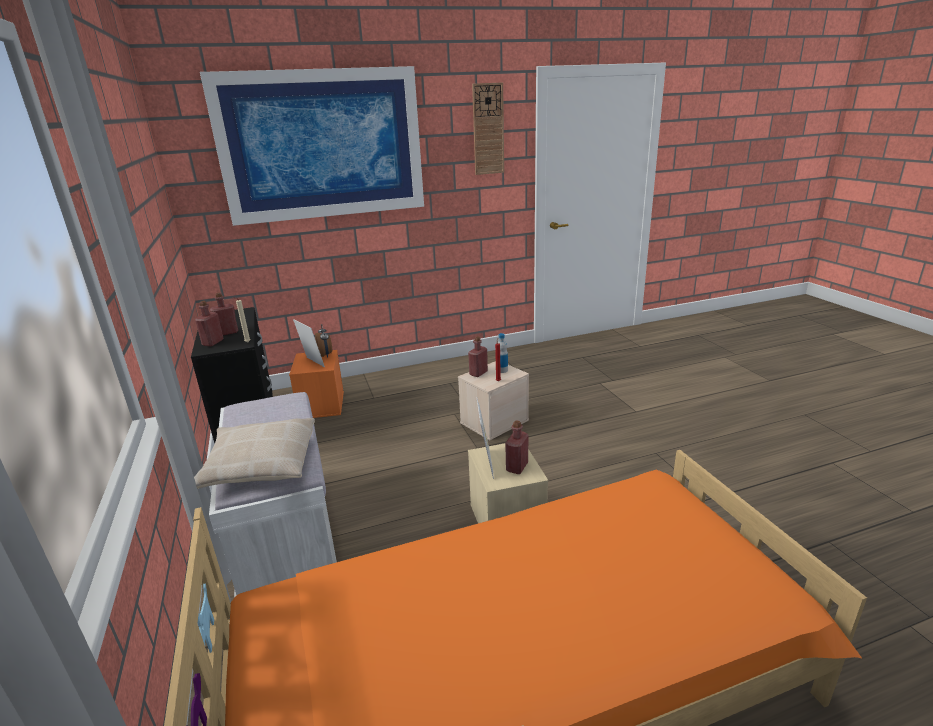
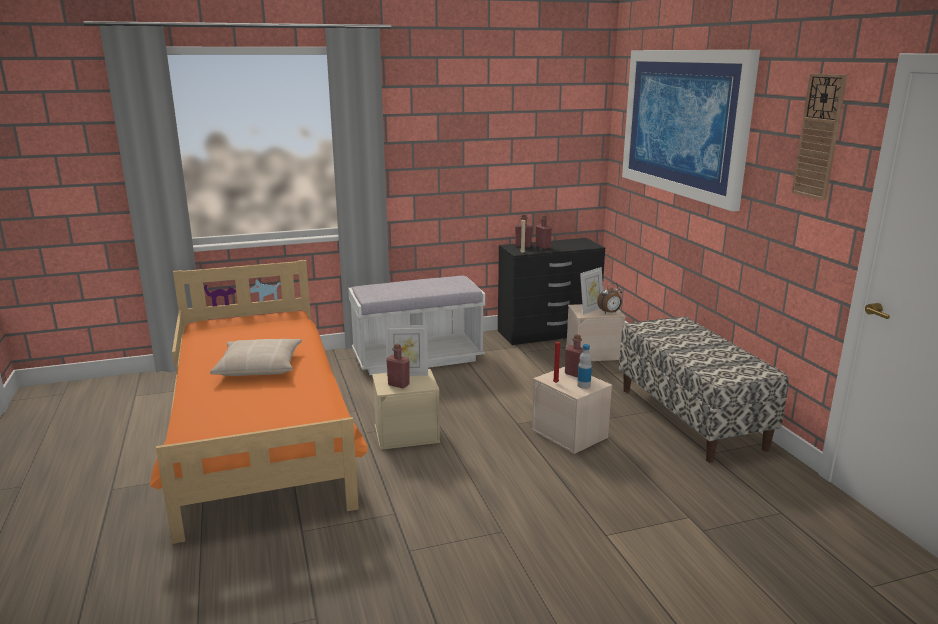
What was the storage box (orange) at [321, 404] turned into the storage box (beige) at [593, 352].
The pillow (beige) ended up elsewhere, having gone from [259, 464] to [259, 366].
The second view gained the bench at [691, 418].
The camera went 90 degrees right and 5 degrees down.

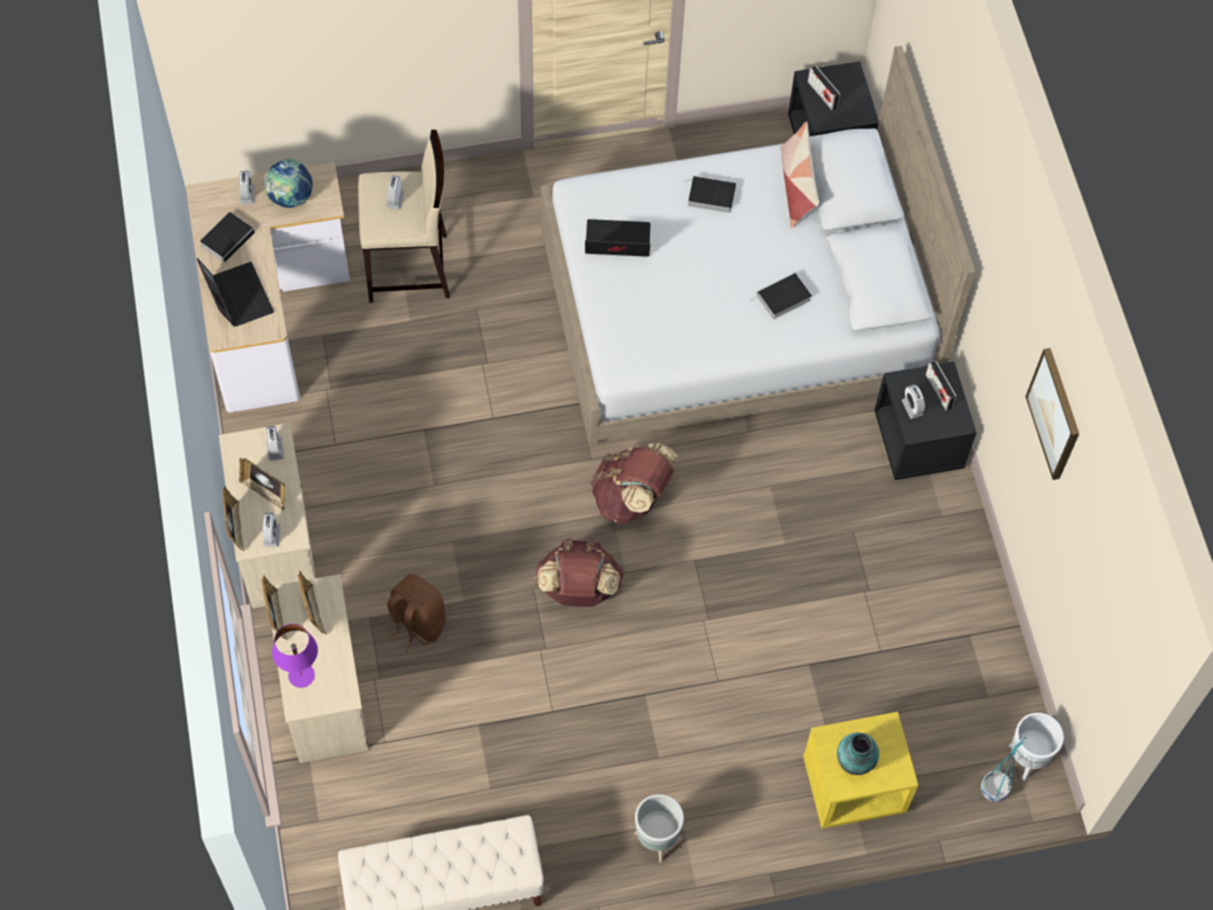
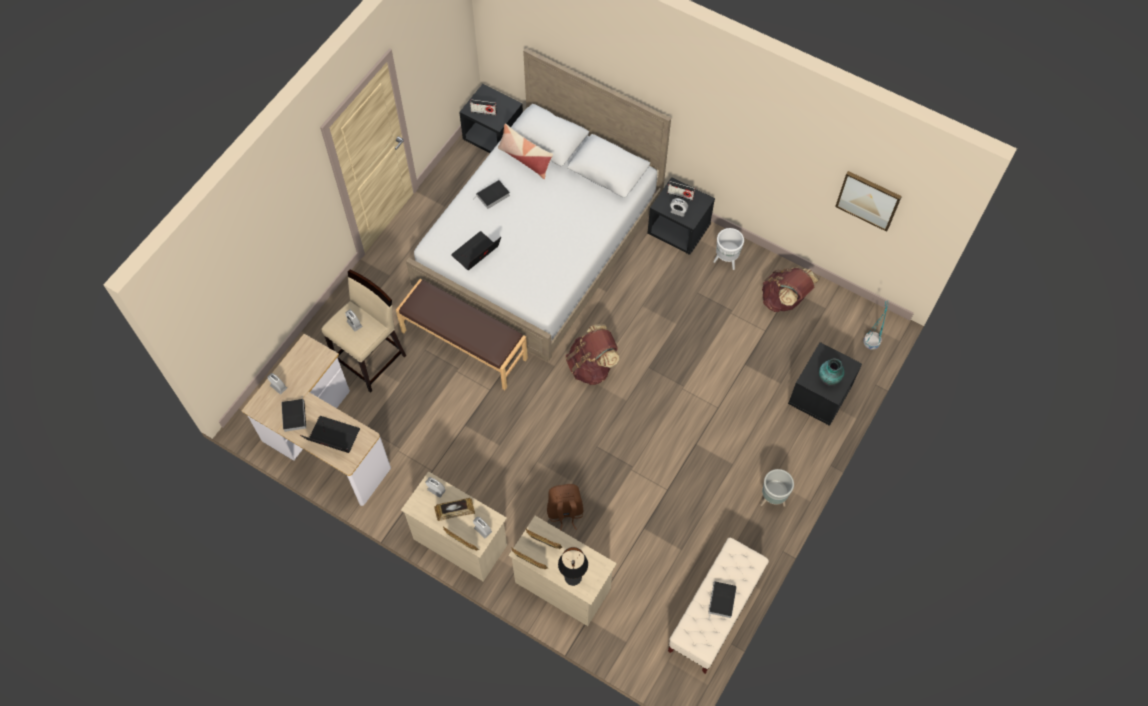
The second view lost the globe at [290, 198].
The book ended up elsewhere, having gone from [782, 299] to [722, 601].
The picture ended up elsewhere, having gone from [1055, 413] to [868, 200].
The backpack (brown) ended up elsewhere, having gone from [578, 589] to [784, 300].
What was the table lamp (purple) at [301, 675] turned into the table lamp (black) at [572, 577].
What was the nightstand (yellow) at [853, 786] turned into the nightstand (black) at [819, 396].
The planter (white) ended up elsewhere, having gone from [1027, 760] to [726, 260].
The second view gained the bench (brown) at [464, 344].
The camera went 45 degrees left and 0 degrees up.

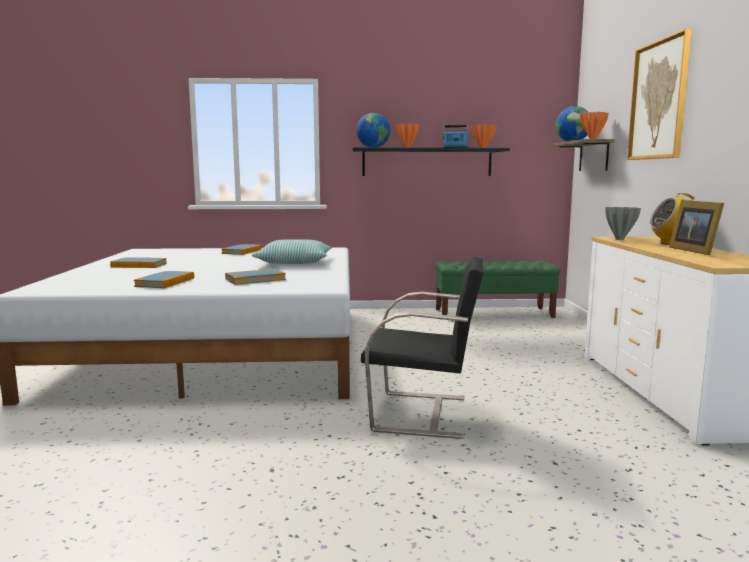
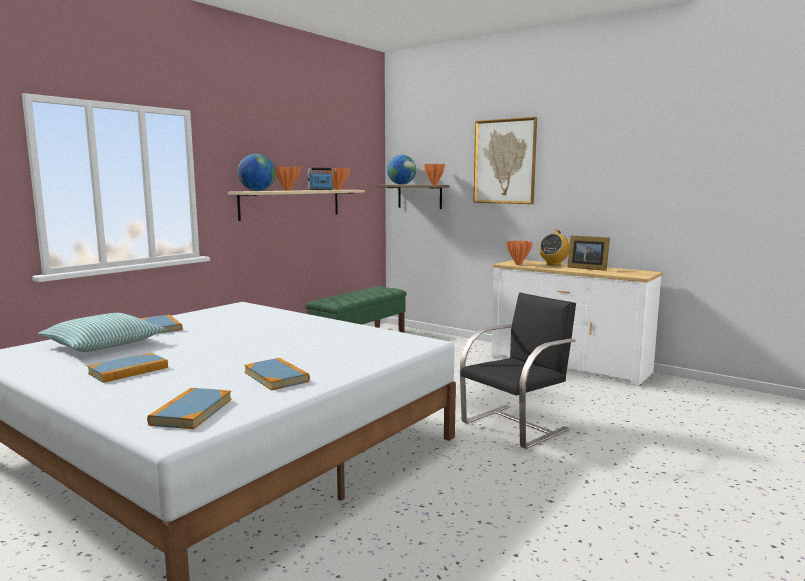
What was the shelf (black) at [427, 162] turned into the shelf (beige) at [291, 204].
What was the vase (grey) at [620, 239] turned into the vase (orange) at [518, 264].
The pillow ended up elsewhere, having gone from [294, 262] to [103, 344].
The book ended up elsewhere, having gone from [255, 279] to [191, 411].
The camera went 50 degrees left and 0 degrees up.

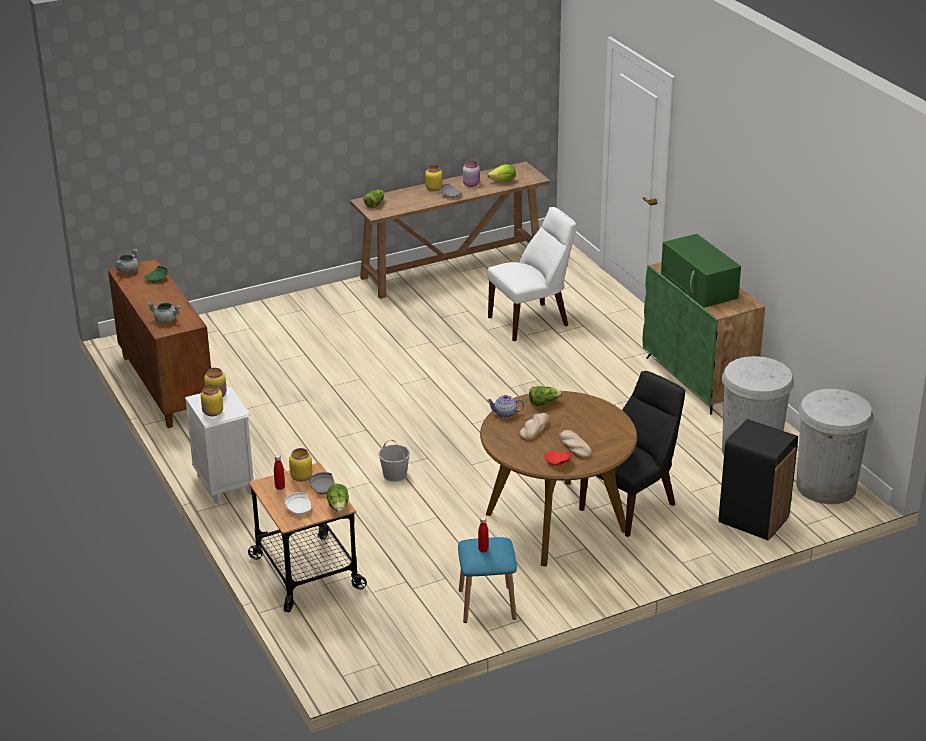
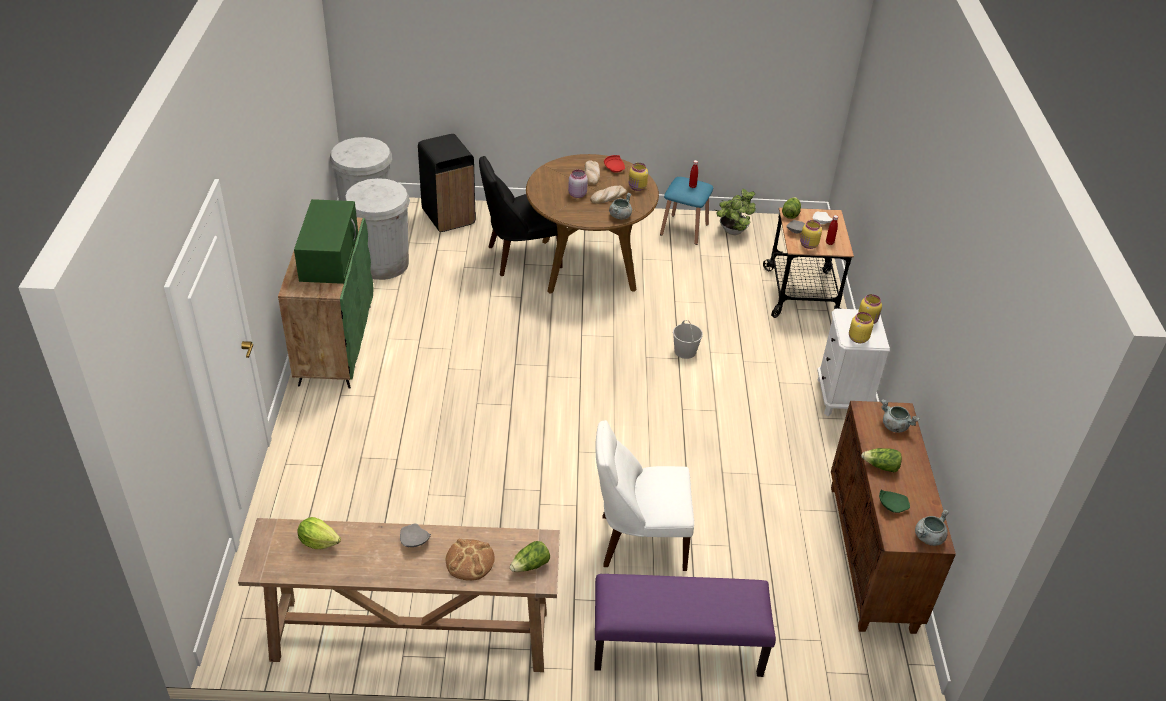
The jar (pink) ended up elsewhere, having gone from [471, 184] to [576, 194].
The jar (yellow) ended up elsewhere, having gone from [433, 188] to [637, 187].
The chair (white) ended up elsewhere, having gone from [532, 321] to [638, 541].
The lettuce ended up elsewhere, having gone from [543, 403] to [881, 466].
Where the teapot stood at [505, 414], the cooking pot (grey) came to stand at [620, 216].
The second view gained the potted plant at [731, 232].
The second view gained the bread at [470, 561].
The second view gained the bench (purple) at [676, 647].
The camera went 155 degrees left and 10 degrees up.

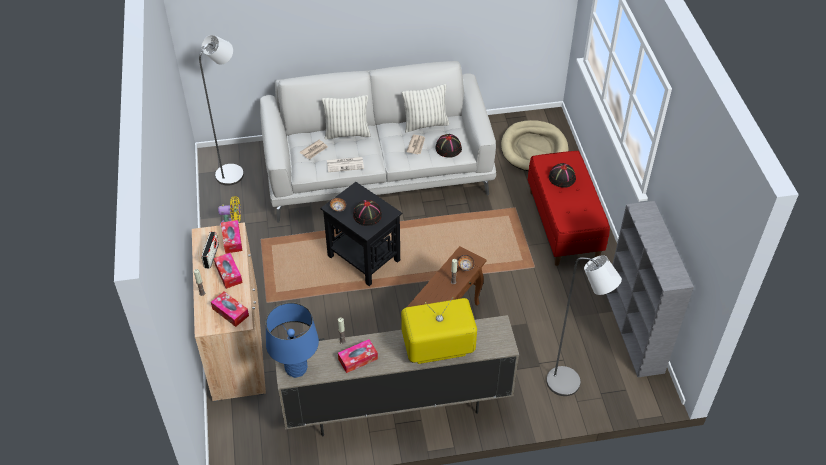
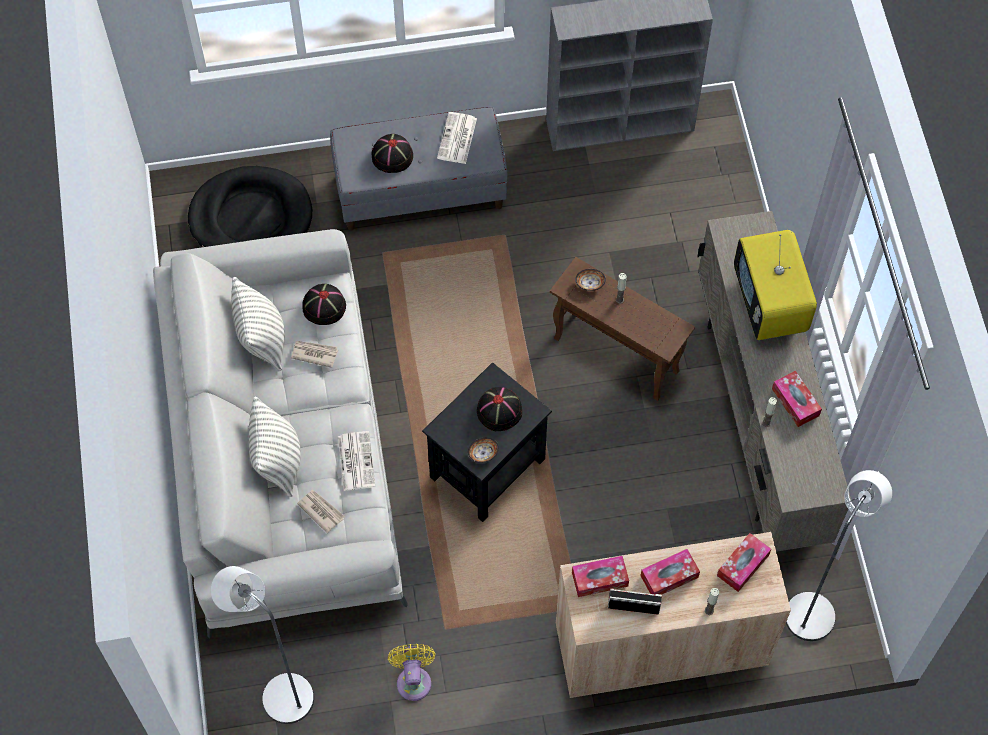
What was the dog bed (beige) at [534, 149] turned into the dog bed (black) at [251, 218].
What was the bench (red) at [564, 225] turned into the bench (grey) at [420, 190].
The floor lamp (grey) ended up elsewhere, having gone from [569, 385] to [814, 608].
The second view lost the table lamp (blue) at [296, 369].
The second view gained the newspaper at [457, 139].
The camera went 90 degrees left and 15 degrees up.

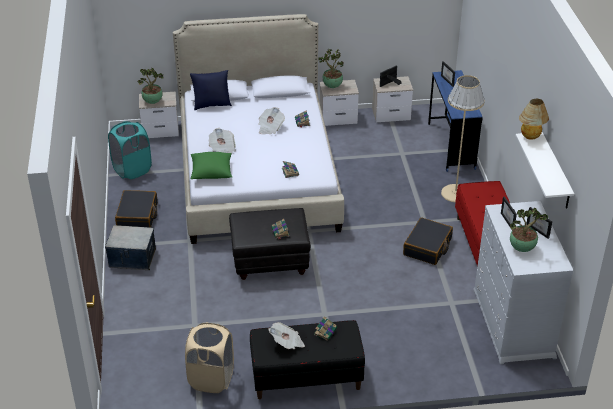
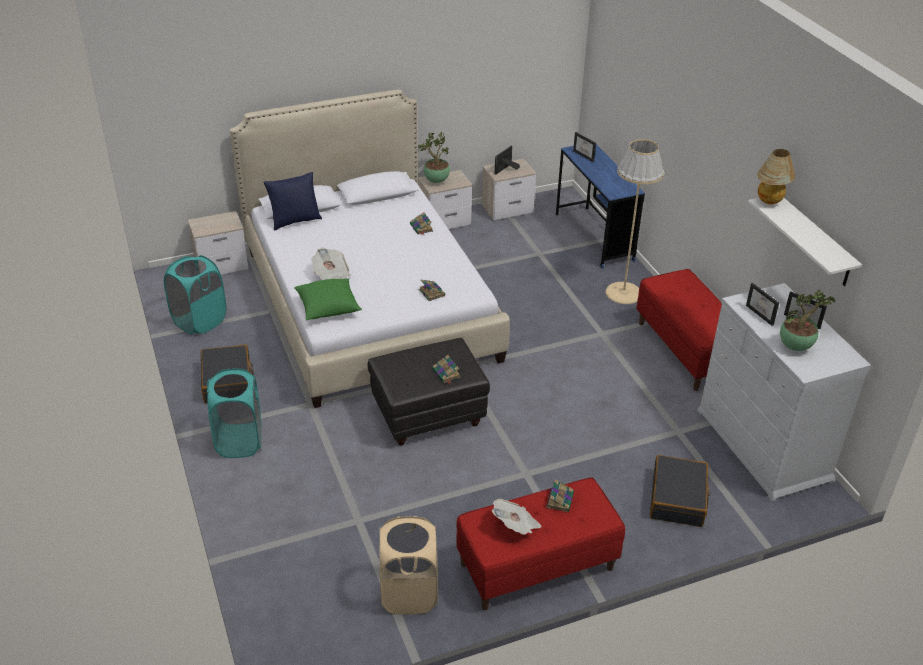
The second view lost the potted plant at [153, 102].
The second view lost the newspaper at [270, 128].
The suitcase (black) ended up elsewhere, having gone from [427, 247] to [678, 499].
Where the storage box stood at [132, 258], the laundry basket (turquoise) came to stand at [239, 441].
What was the bench (black) at [306, 378] turned into the bench (red) at [536, 567].
The camera went 15 degrees left and 0 degrees up.

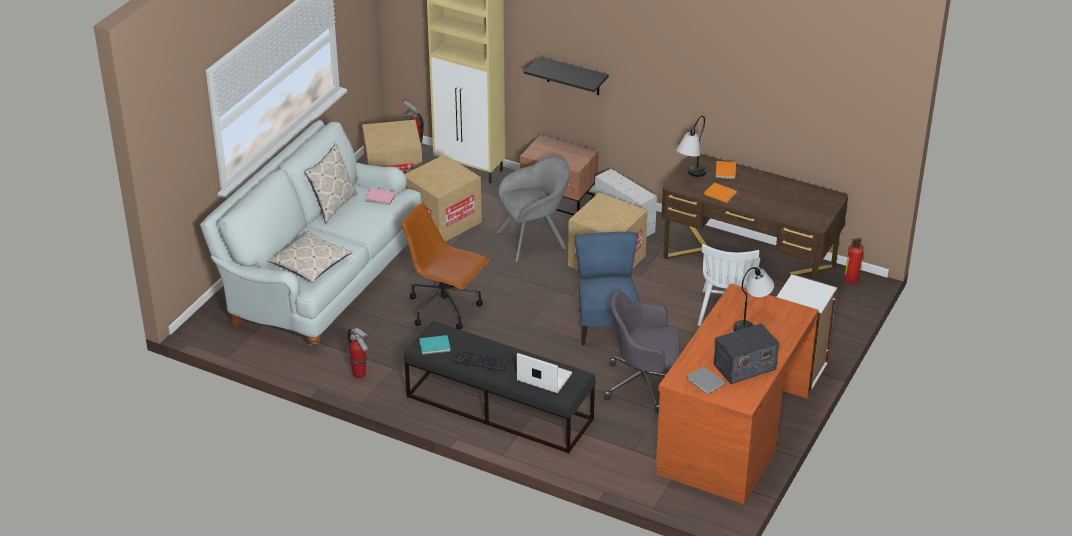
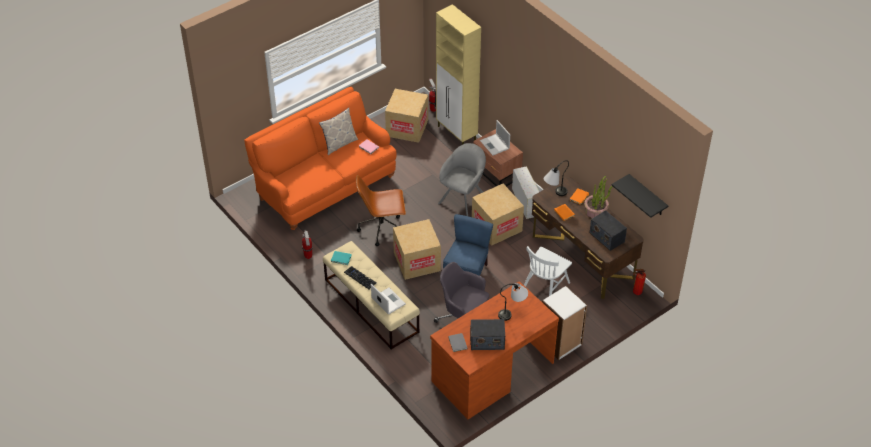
The shelf (black) ended up elsewhere, having gone from [573, 76] to [647, 196].
What was the sofa (white) at [320, 281] turned into the sofa (orange) at [324, 185].
The cardboard box ended up elsewhere, having gone from [443, 221] to [417, 261].
The armchair (grey) at [535, 240] ended up facing another way, 60 degrees counterclockwise from before.
The office chair (brown) at [445, 309] ended up facing another way, 60 degrees counterclockwise from before.
The second view lost the pillow at [310, 263].
What was the bench (black) at [498, 407] turned into the bench (beige) at [371, 305].
The second view gained the laptop at [495, 145].
The second view gained the potted plant at [596, 211].
The second view gained the radio at [606, 237].
The camera went 25 degrees right and 10 degrees up.

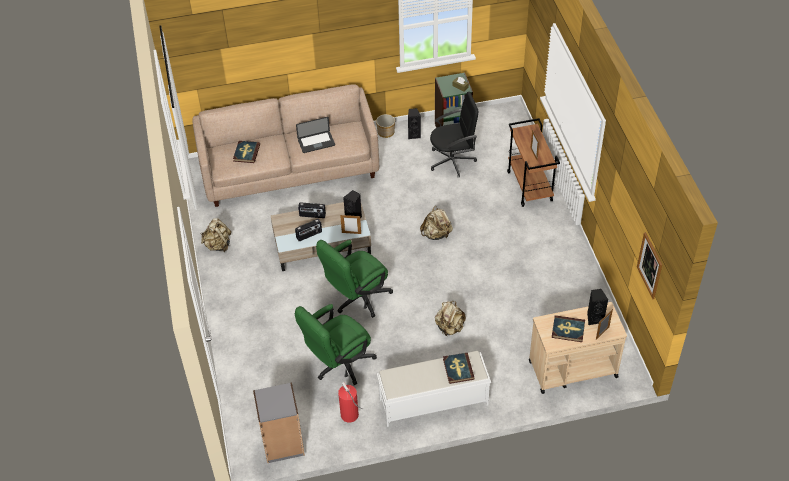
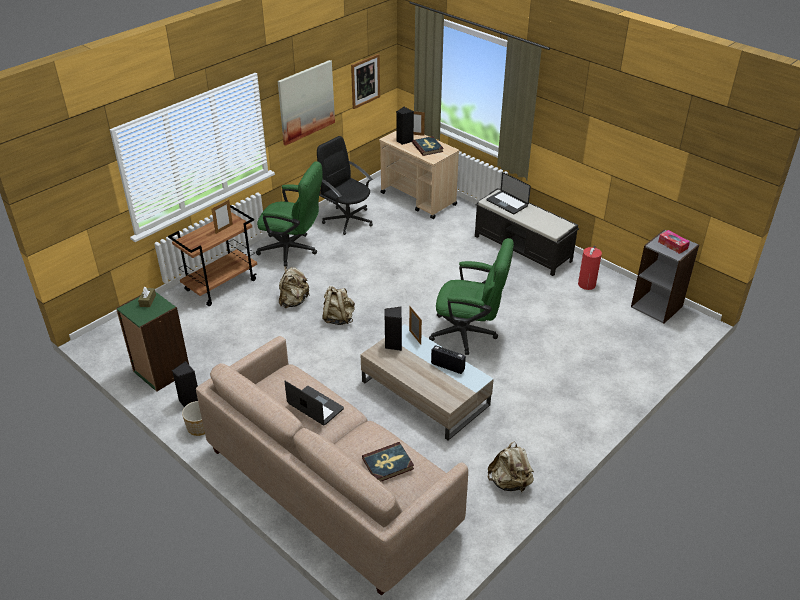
The office chair (black) ended up elsewhere, having gone from [453, 161] to [348, 219].
The second view lost the radio at [312, 215].
The backpack (beige) ended up elsewhere, having gone from [449, 328] to [293, 301].
The office chair (green) ended up elsewhere, having gone from [338, 365] to [293, 250].
What was the bench (white) at [432, 401] turned into the bench (black) at [523, 249].
Where the book stood at [458, 369], the laptop came to stand at [507, 203].
The second view gained the picture at [306, 102].
The second view gained the tissue box at [673, 245].
The camera went 125 degrees left and 10 degrees down.

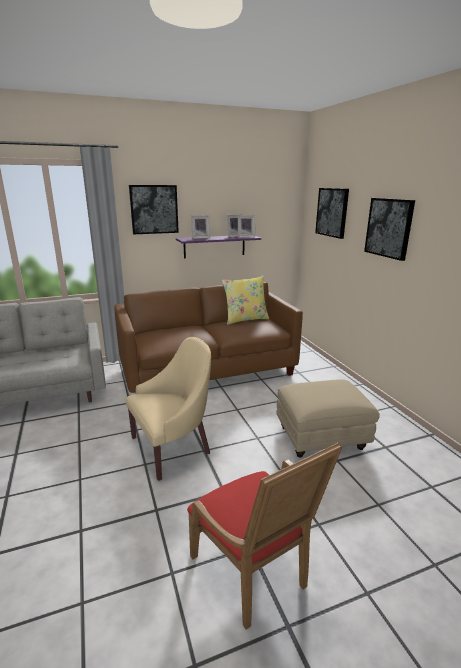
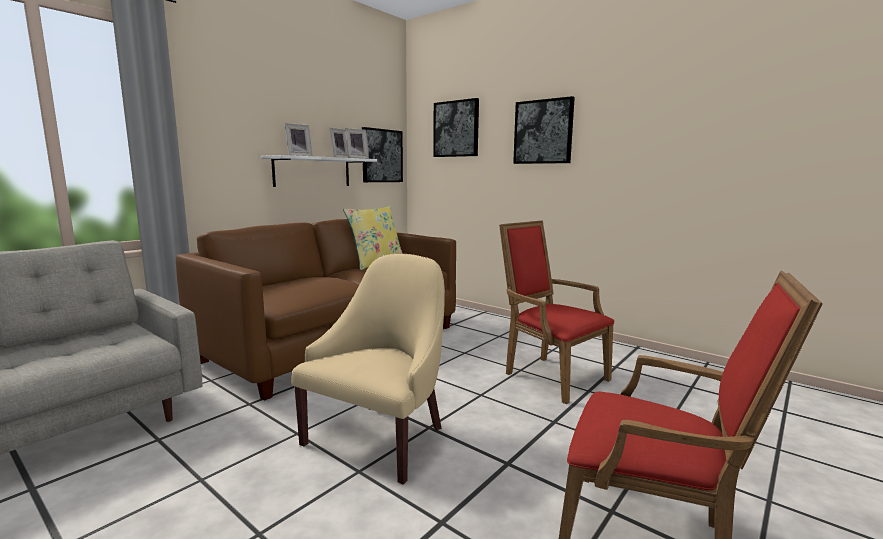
The picture ended up elsewhere, having gone from [154, 209] to [382, 156].
What was the shelf (purple) at [214, 246] turned into the shelf (white) at [312, 172].
Where the ottoman (beige) stood at [322, 438], the armchair (red) came to stand at [550, 375].
The camera went 30 degrees left and 10 degrees down.

